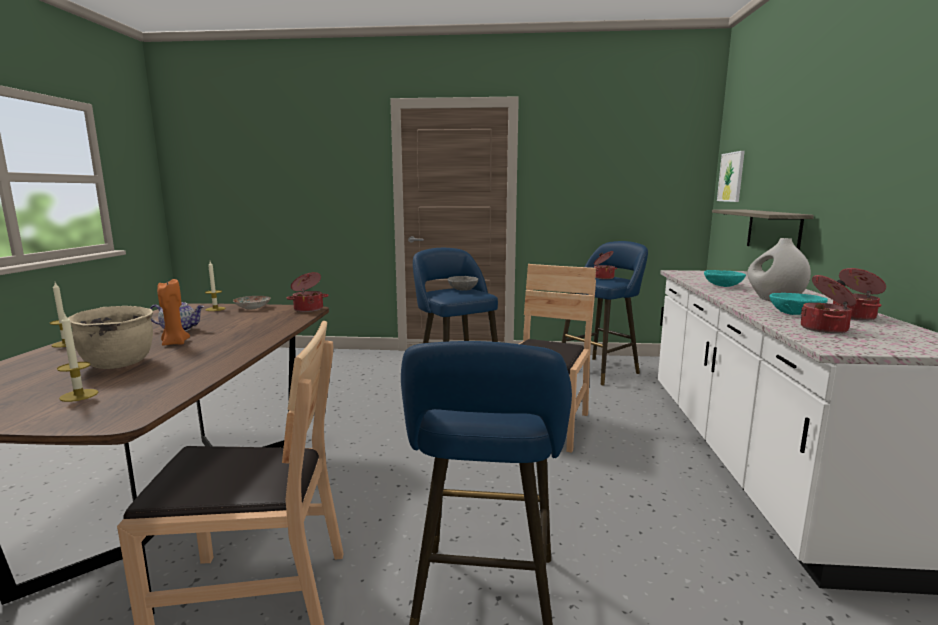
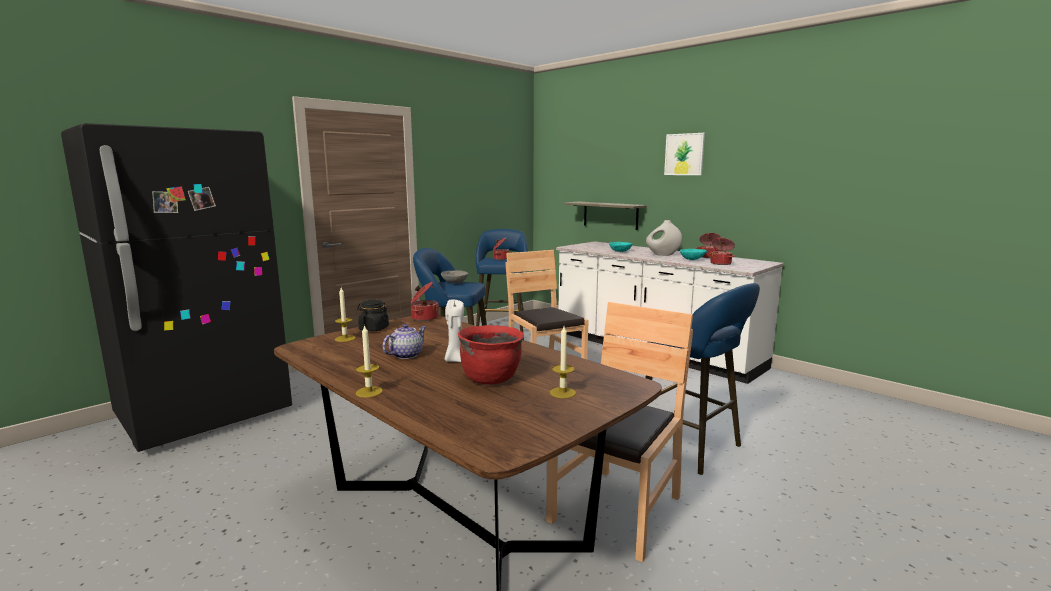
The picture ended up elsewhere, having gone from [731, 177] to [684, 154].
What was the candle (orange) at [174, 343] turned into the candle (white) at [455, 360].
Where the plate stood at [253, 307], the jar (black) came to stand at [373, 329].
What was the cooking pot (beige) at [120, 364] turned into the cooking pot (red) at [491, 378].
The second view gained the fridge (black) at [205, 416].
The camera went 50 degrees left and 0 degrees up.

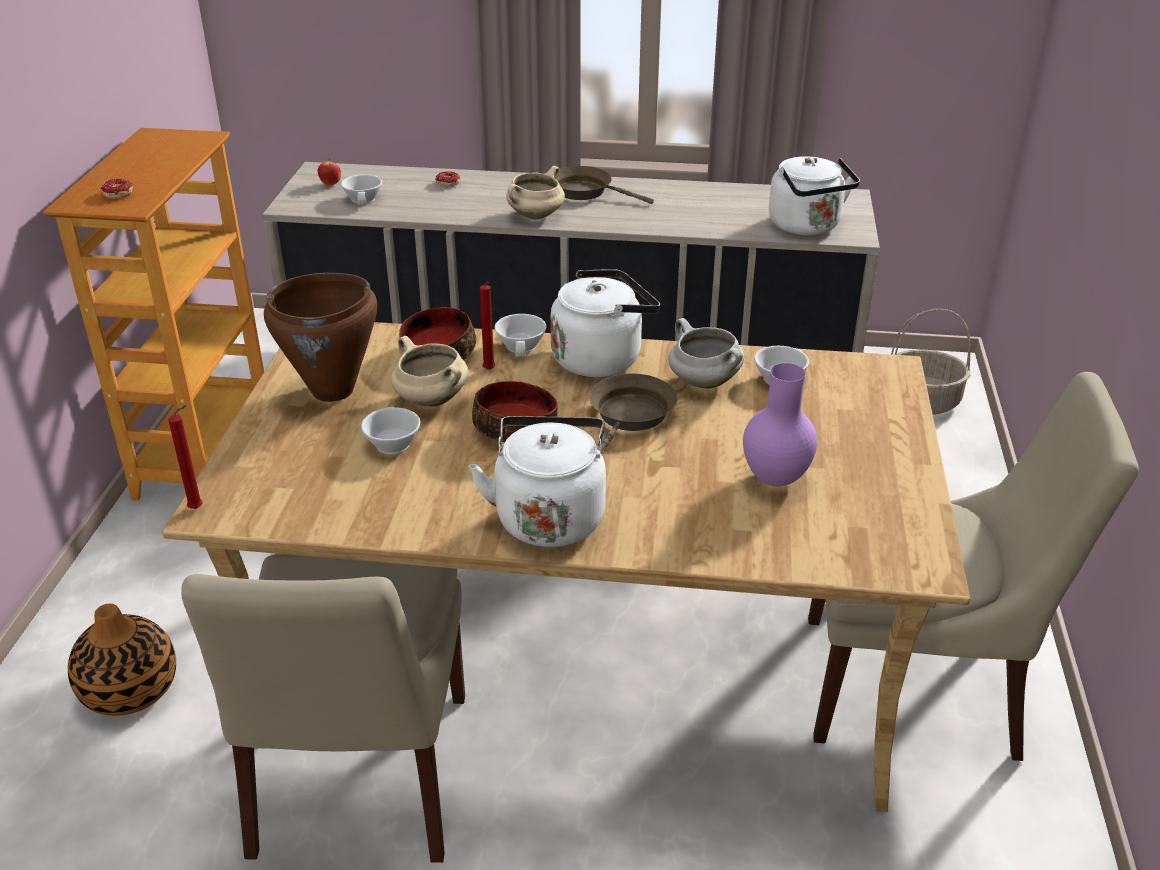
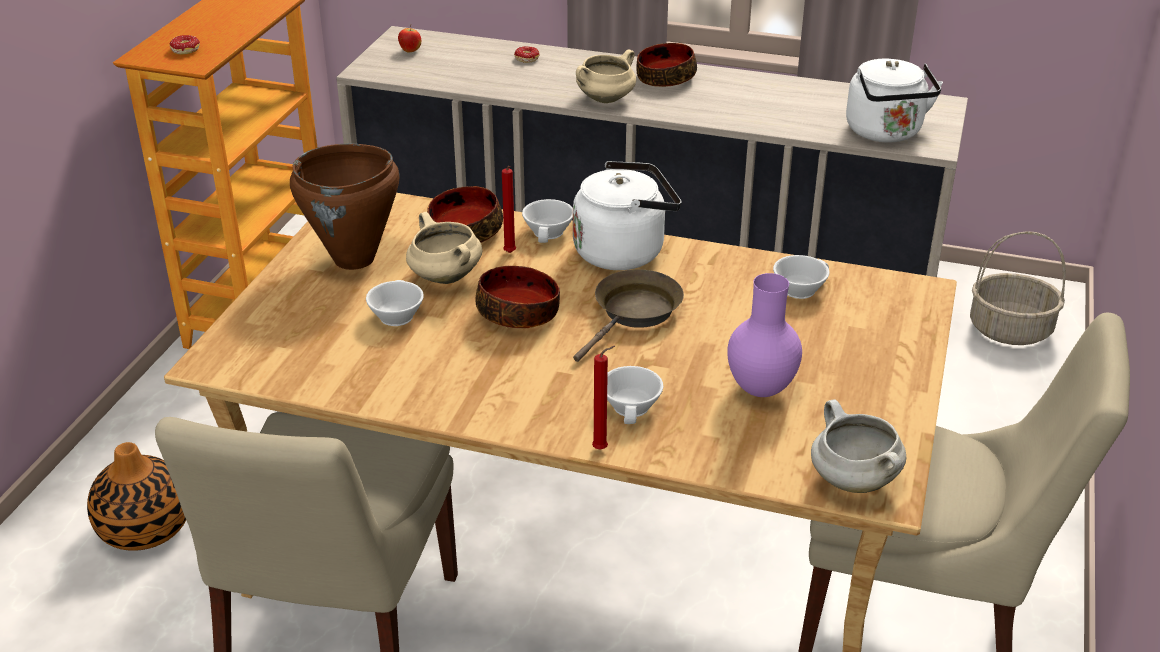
Where the frying pan (brown) stood at [586, 191], the bowl came to stand at [665, 78].
The cup (white) ended up elsewhere, having gone from [365, 199] to [633, 407].
The cooking pot (white) ended up elsewhere, having gone from [702, 382] to [852, 481].
The candle (red) ended up elsewhere, having gone from [198, 508] to [602, 449].
The second view lost the kettle (white) at [549, 516].
The camera went 10 degrees right and 0 degrees up.

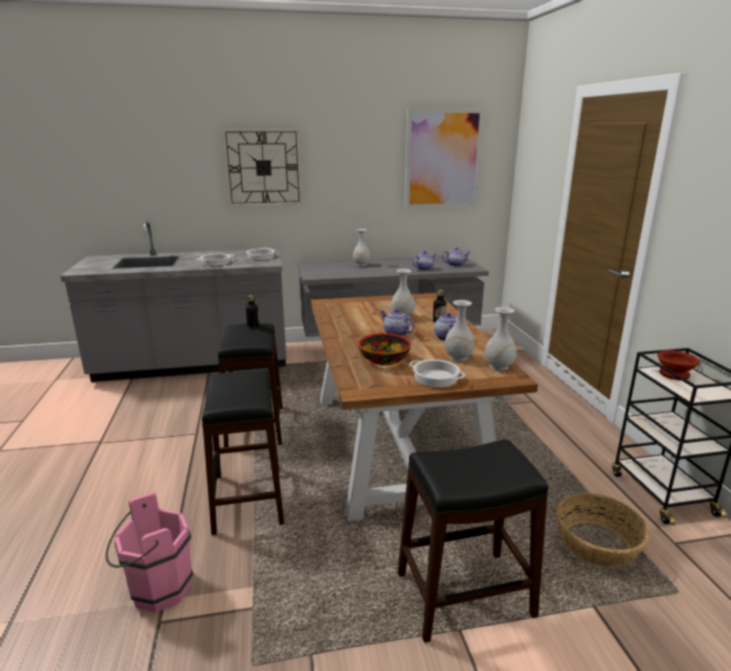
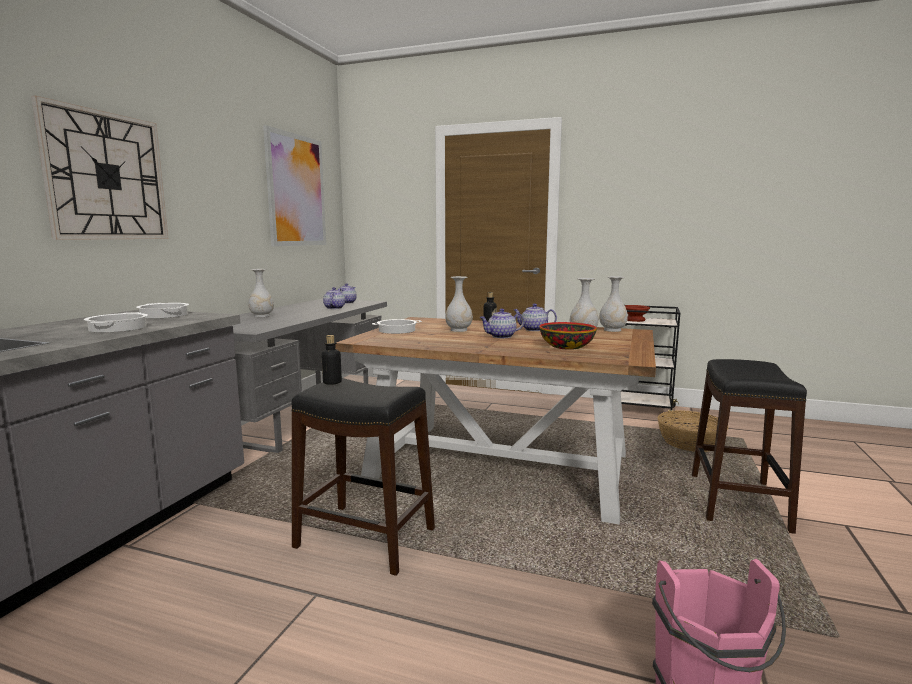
The cooking pot ended up elsewhere, having gone from [435, 378] to [397, 330].
The second view lost the stool (black) at [247, 499].
The camera went 60 degrees left and 10 degrees down.

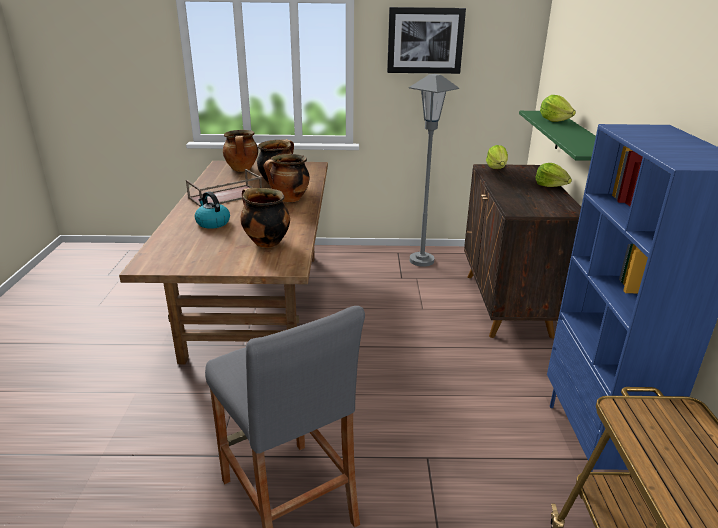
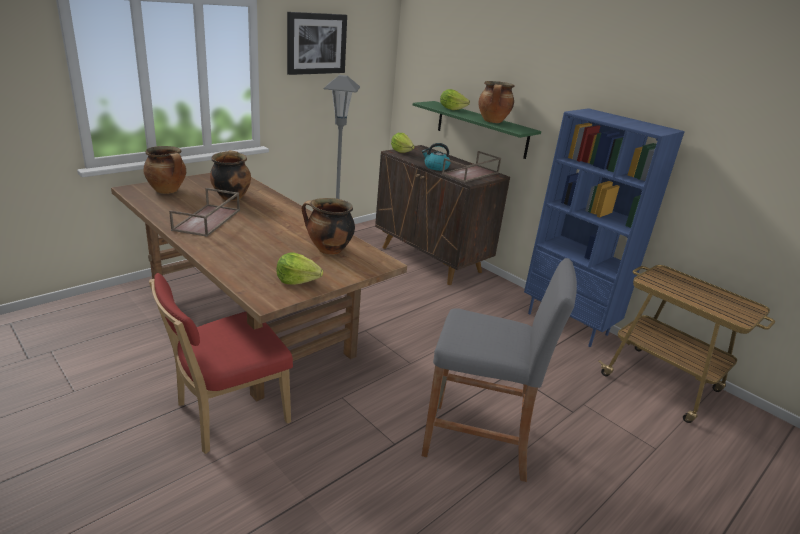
The cooking pot ended up elsewhere, having gone from [289, 199] to [493, 121].
The lettuce ended up elsewhere, having gone from [551, 185] to [297, 280].
The kettle ended up elsewhere, having gone from [212, 223] to [436, 167].
The second view gained the tray (brown) at [470, 173].
The second view gained the chair (red) at [227, 414].
The camera went 45 degrees left and 0 degrees up.

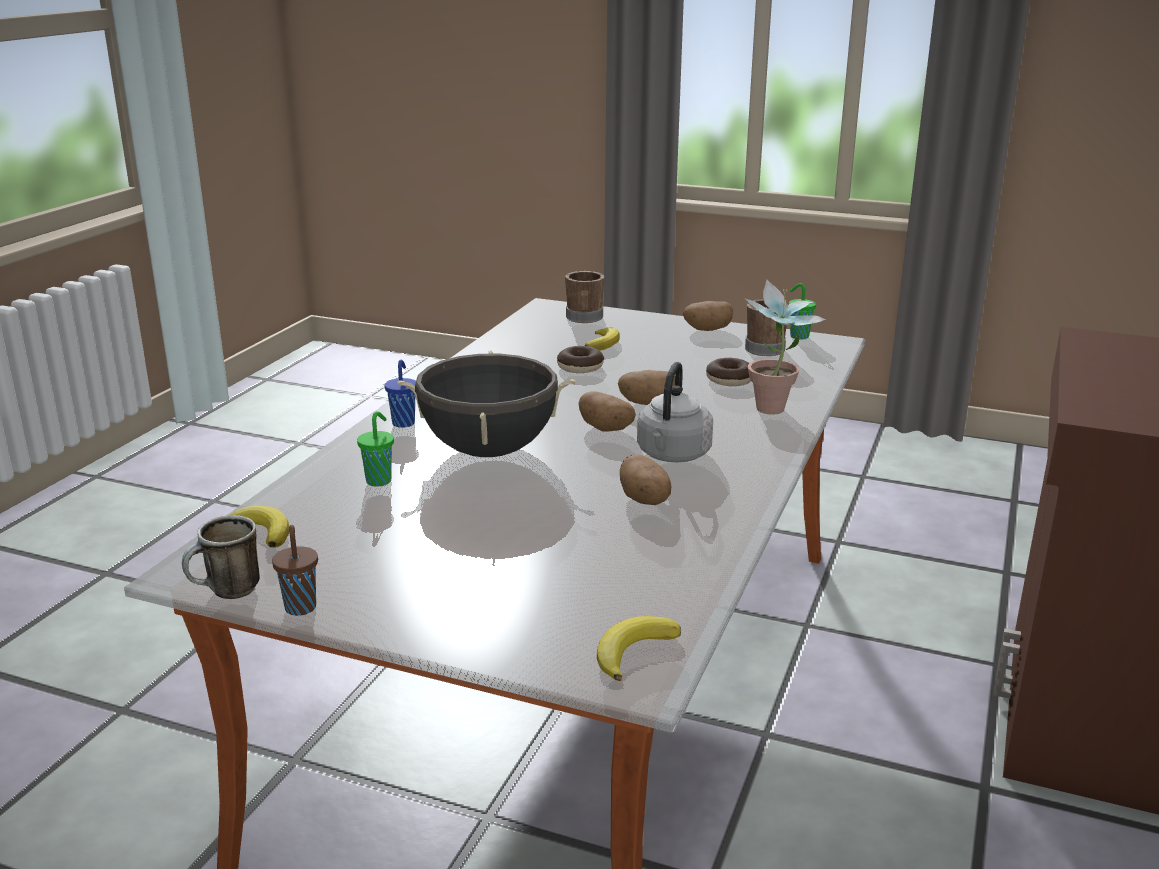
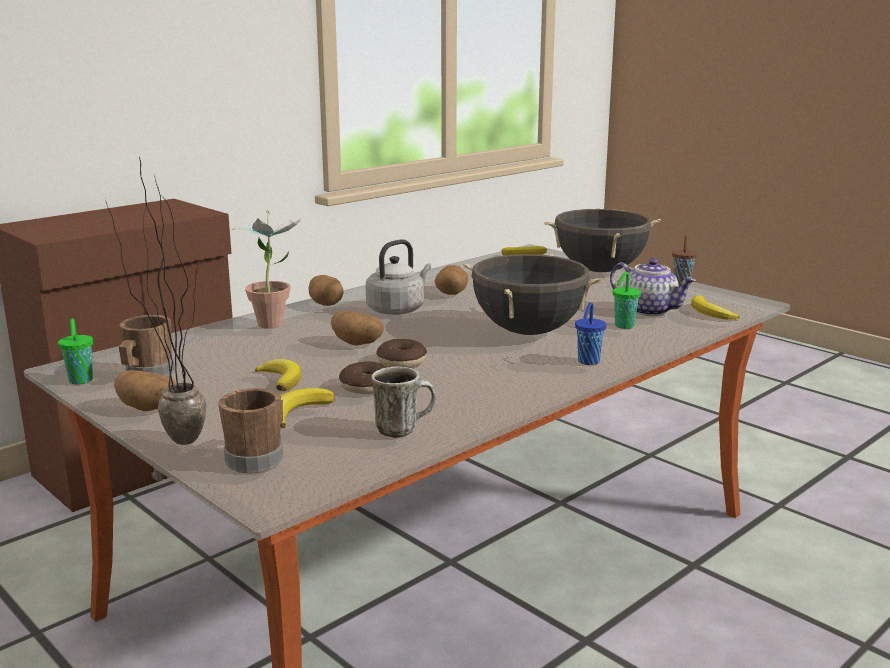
The donut ended up elsewhere, having gone from [729, 380] to [401, 362].
The potato ended up elsewhere, having gone from [607, 429] to [326, 304].
The mug ended up elsewhere, having gone from [227, 593] to [403, 429].
The second view gained the potted plant at [174, 438].
The second view gained the cooking pot (black) at [600, 270].
The second view gained the teapot at [650, 310].
The second view gained the banana at [281, 379].
The camera went 155 degrees left and 5 degrees down.

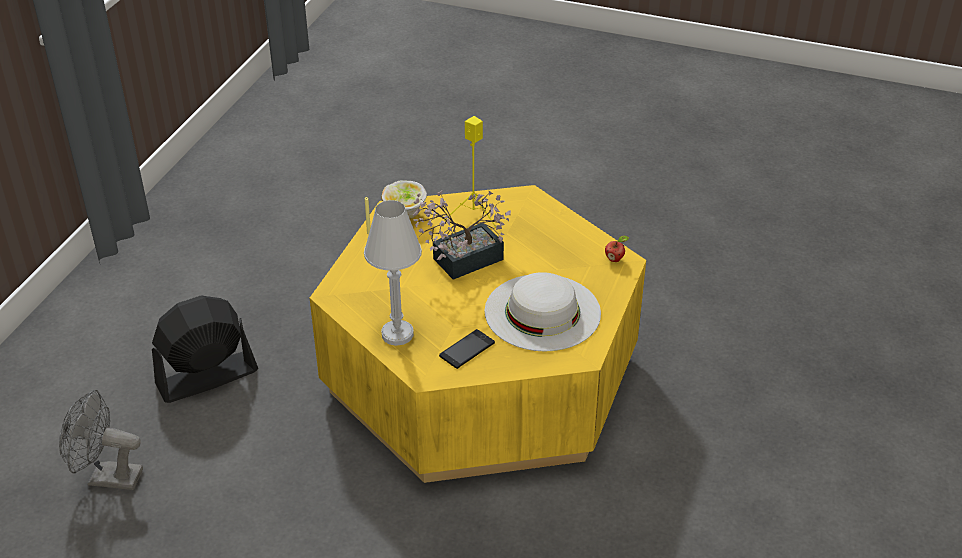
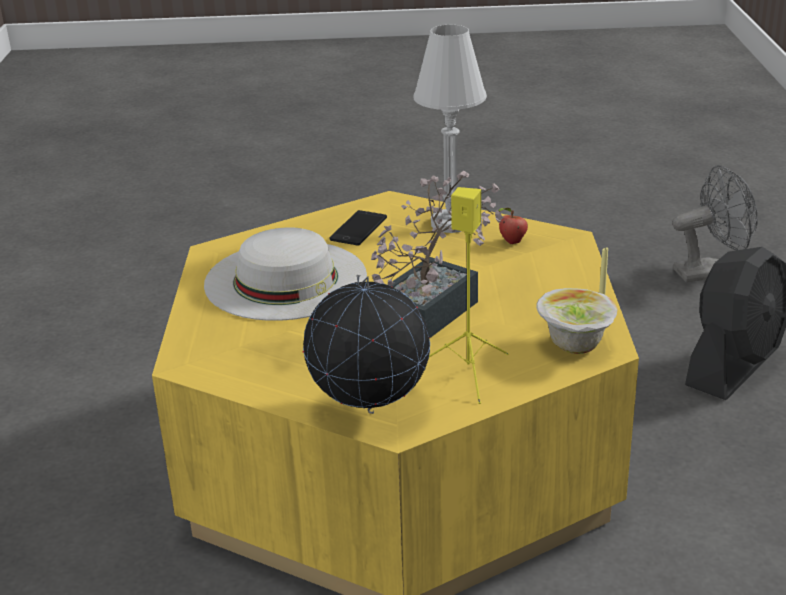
The apple ended up elsewhere, having gone from [615, 259] to [512, 242].
The second view gained the globe at [369, 411].
The camera went 160 degrees right and 10 degrees down.

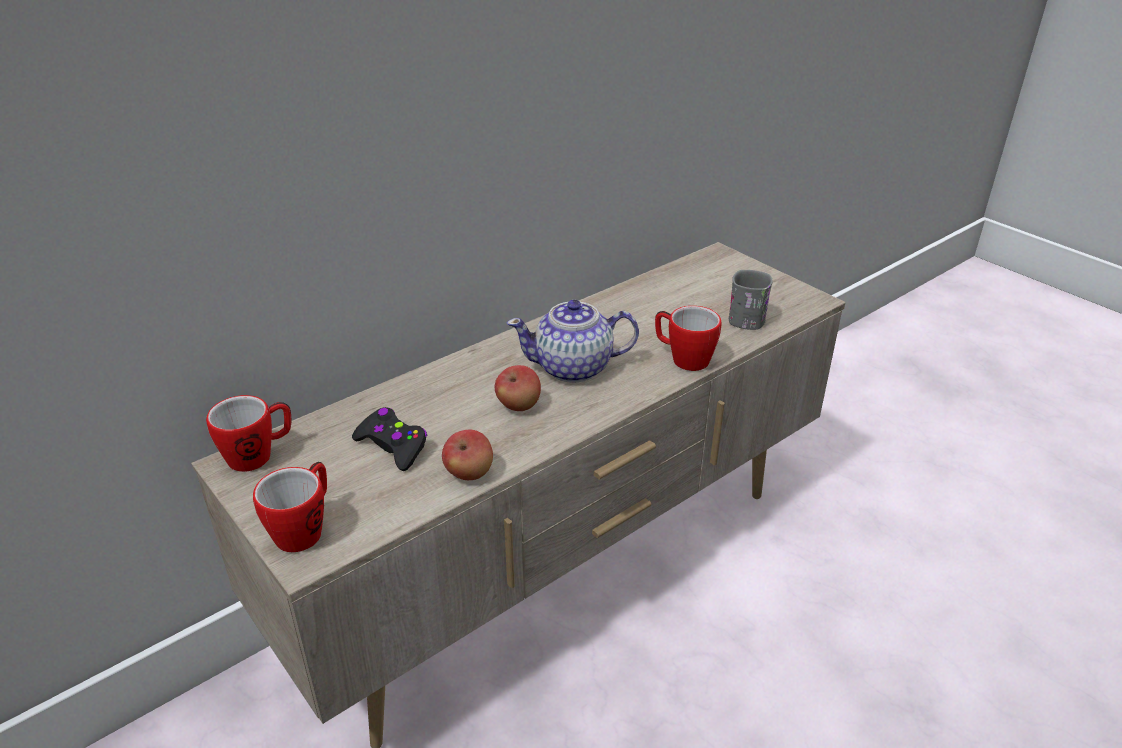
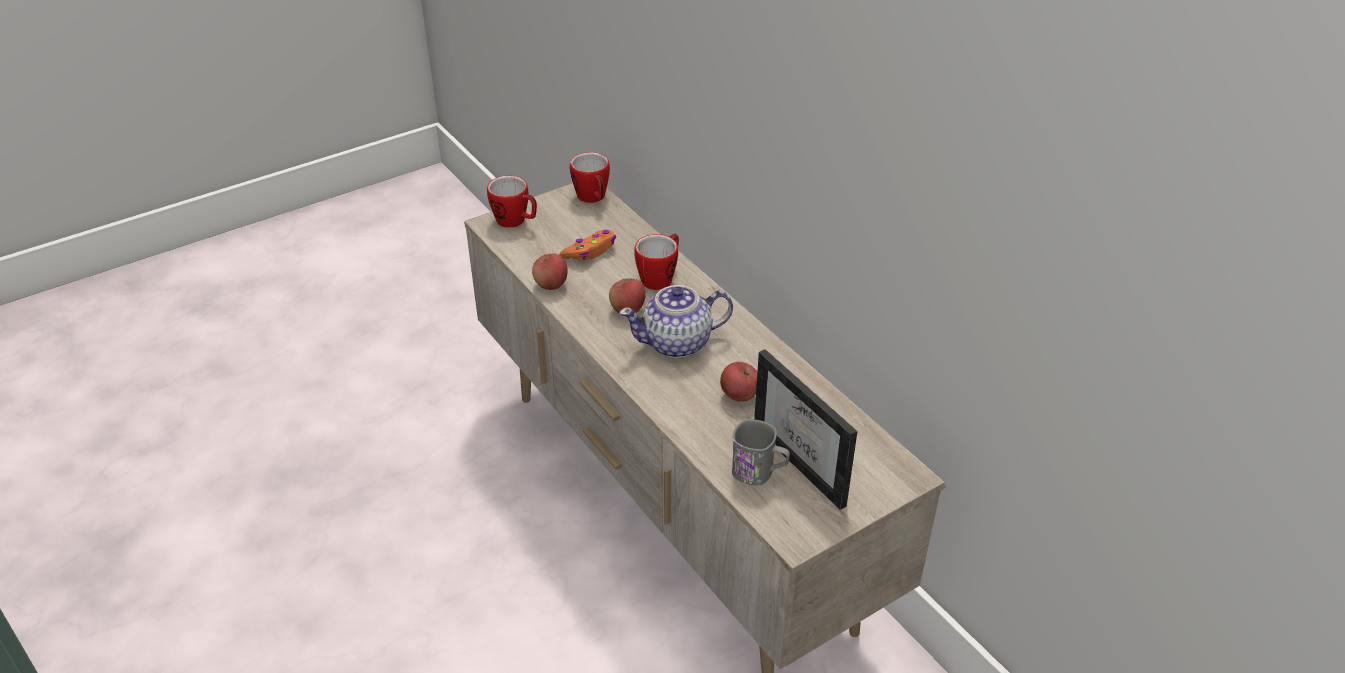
The teapot at [574, 368] ended up facing another way, 105 degrees counterclockwise from before.
The mug ended up elsewhere, having gone from [683, 358] to [660, 277].
What was the game controller (black) at [393, 446] turned into the game controller (orange) at [590, 251].
The second view gained the picture frame at [811, 461].
The second view gained the apple at [739, 396].
The camera went 95 degrees right and 5 degrees up.

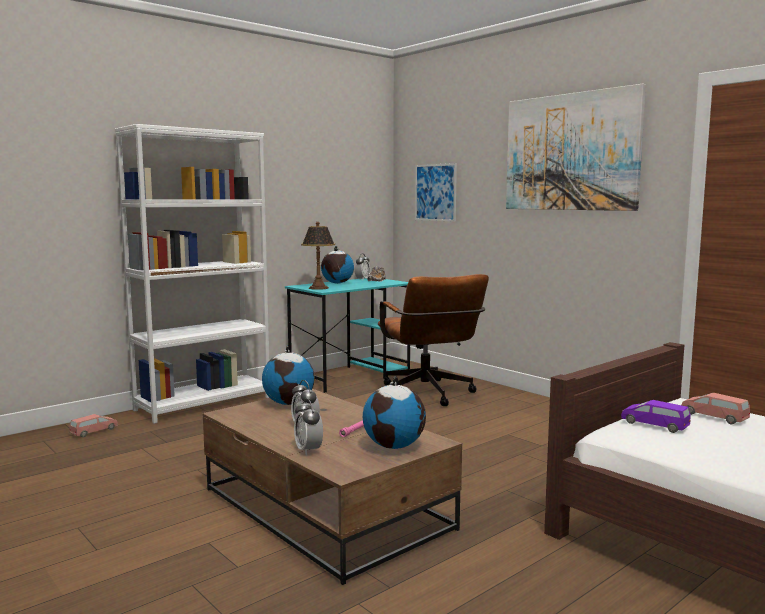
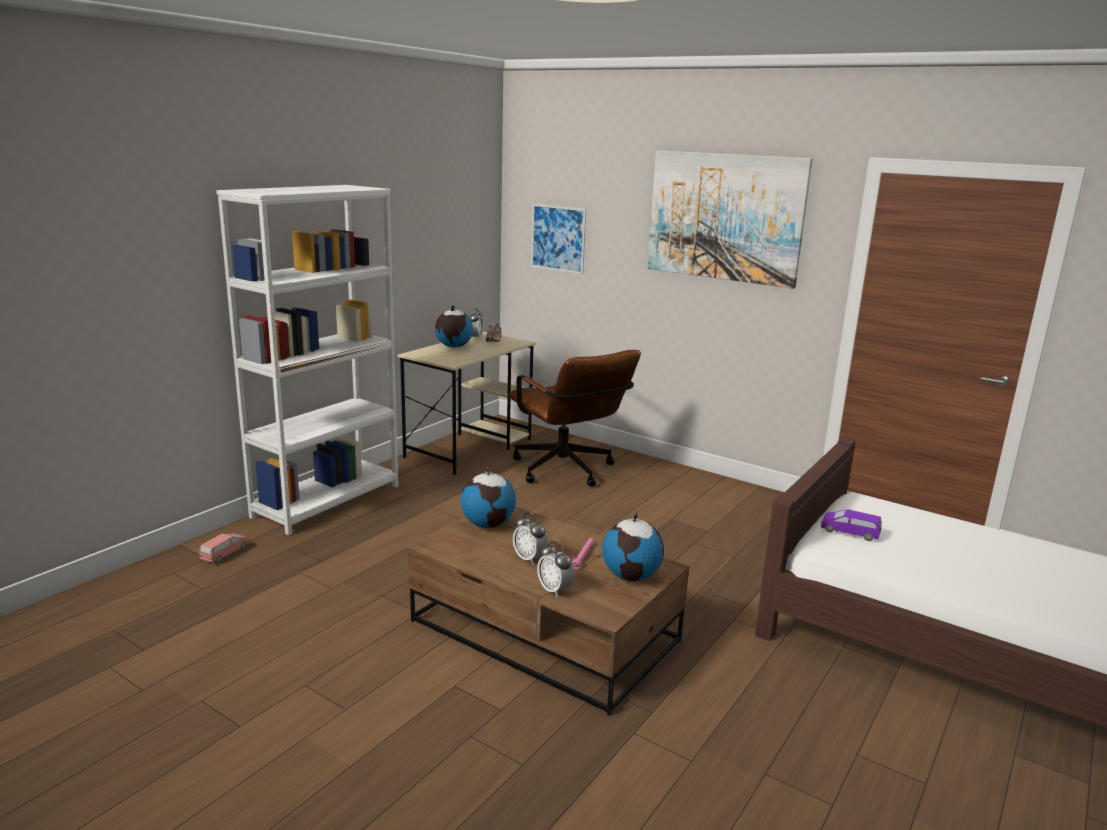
The second view lost the table lamp at [319, 288].
What was the desk (turquoise) at [351, 375] turned into the desk (beige) at [469, 447].
The second view lost the toy car (pink) at [714, 417].
The camera went 15 degrees left and 10 degrees up.

